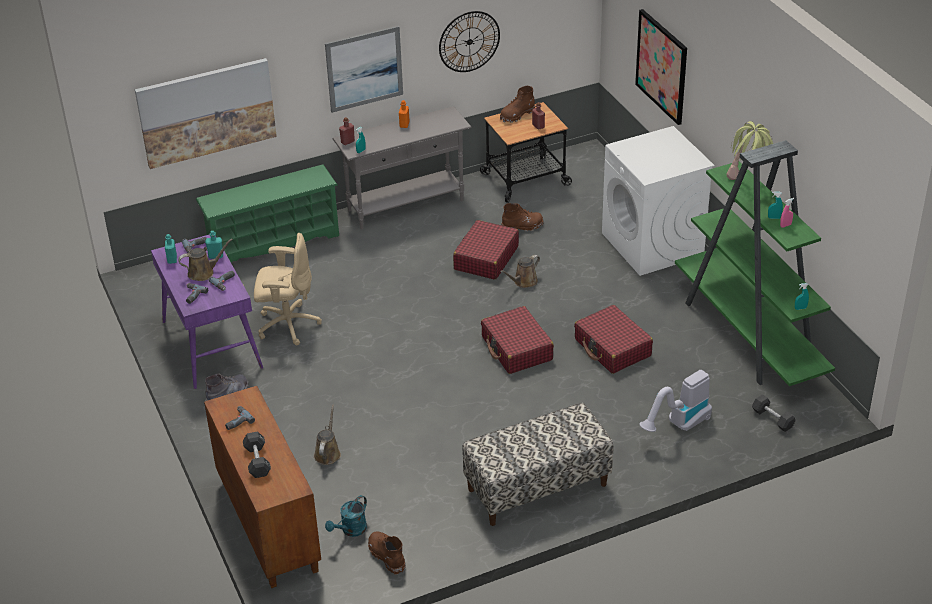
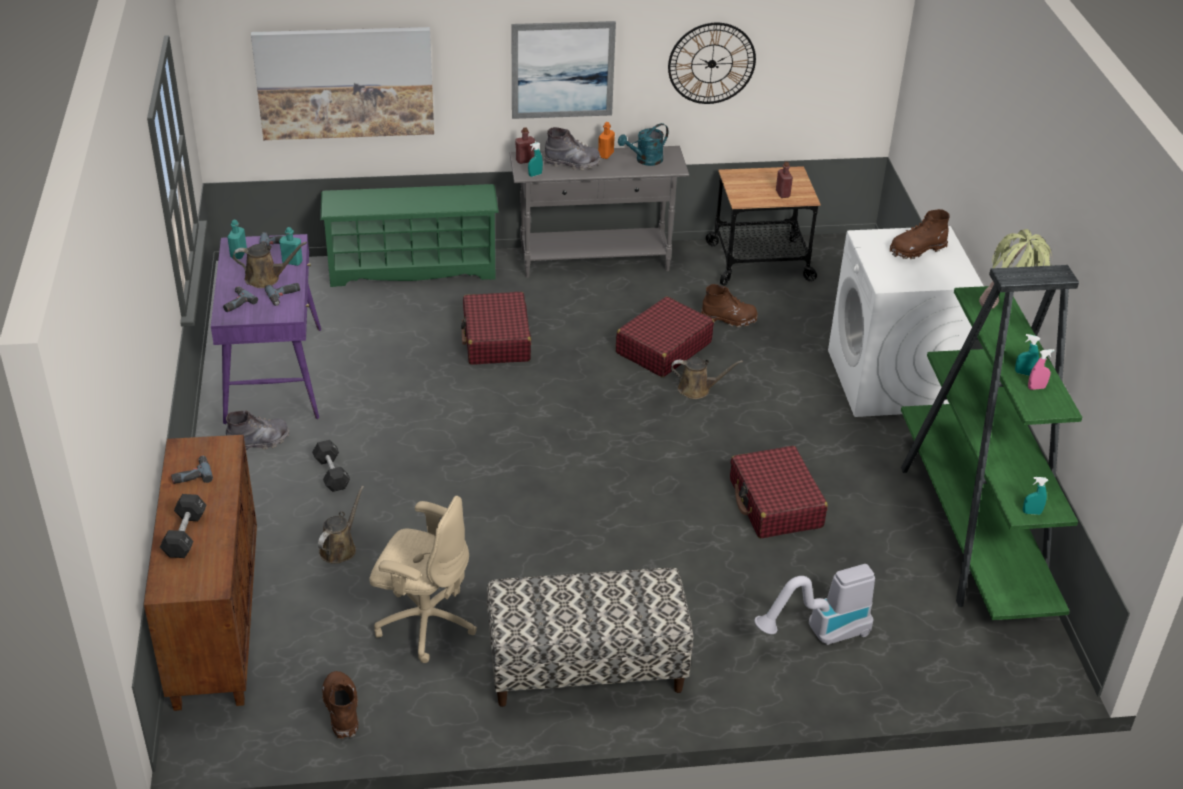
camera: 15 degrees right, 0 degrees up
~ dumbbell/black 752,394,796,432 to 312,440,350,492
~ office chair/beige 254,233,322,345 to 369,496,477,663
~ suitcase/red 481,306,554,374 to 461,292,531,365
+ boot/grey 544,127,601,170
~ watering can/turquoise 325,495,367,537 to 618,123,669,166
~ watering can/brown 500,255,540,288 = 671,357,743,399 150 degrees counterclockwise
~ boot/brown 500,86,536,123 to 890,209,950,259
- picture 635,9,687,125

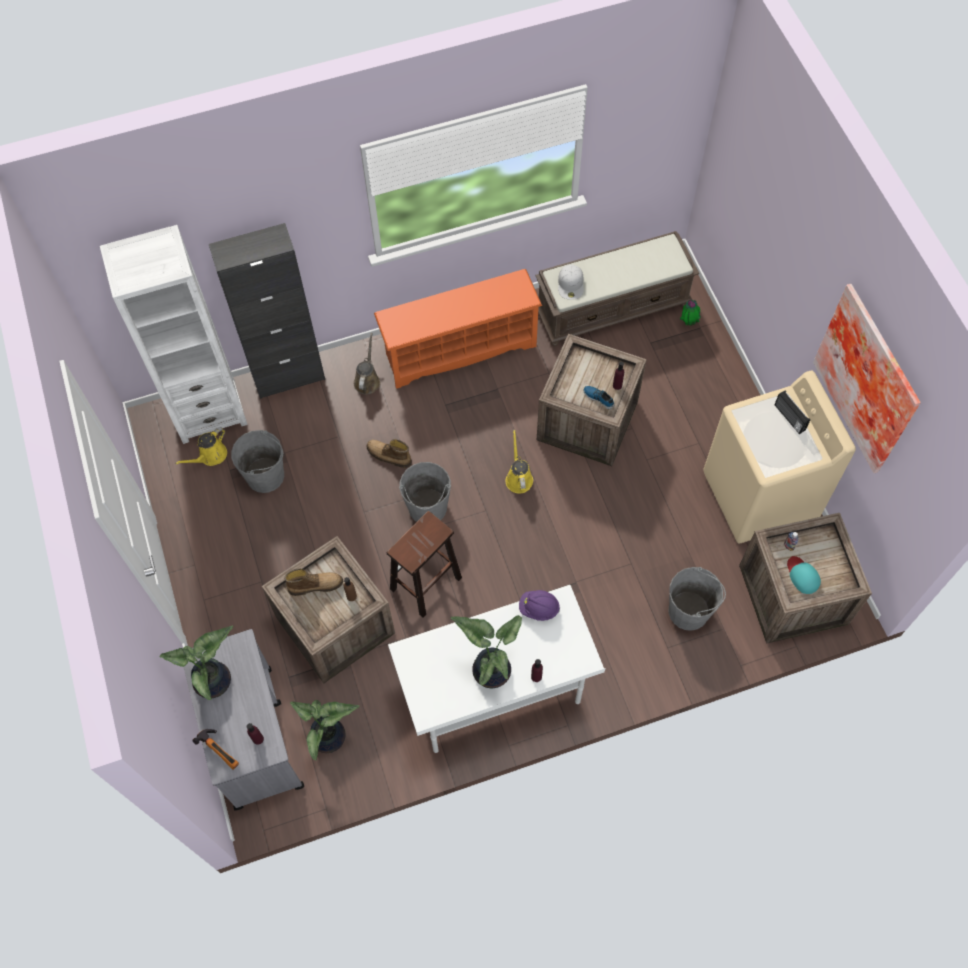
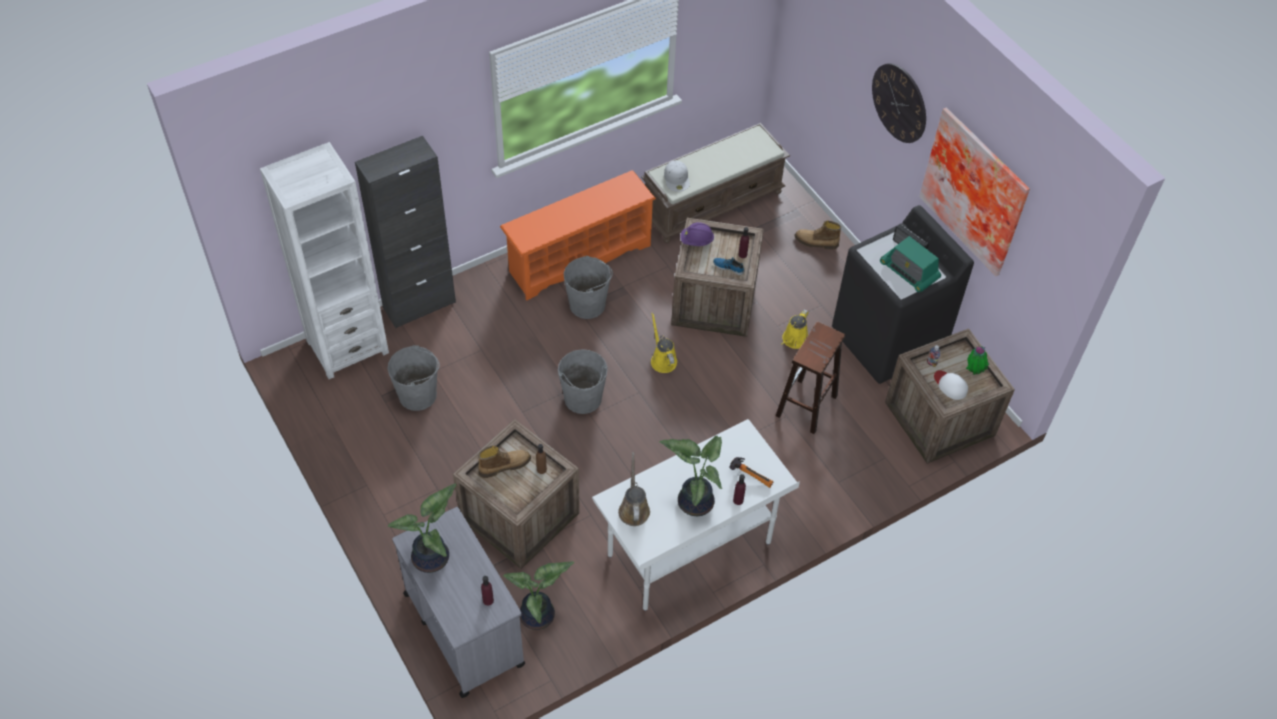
camera: 15 degrees left, 10 degrees down
~ bucket/grey 668,567,726,631 to 564,256,613,319
~ watering can/brown 354,333,380,395 to 618,452,650,526
~ hard hat/purple 519,590,560,621 to 680,222,714,246
~ hammer 192,729,239,770 to 729,457,773,488
~ stool/brown 387,511,462,617 to 776,322,846,434
~ watering can/yellow 175,427,227,466 to 781,309,809,349
~ boot 366,439,412,468 to 795,221,841,249
~ washing machine/beige 703,371,856,544 to washing machine/black 832,205,974,384
+ wall clock 872,63,926,143
+ radio 880,236,941,292
~ cap/turquoise 787,556,821,594 to cap/white 934,370,968,400
~ potted plant 680,300,701,326 to 966,346,989,375

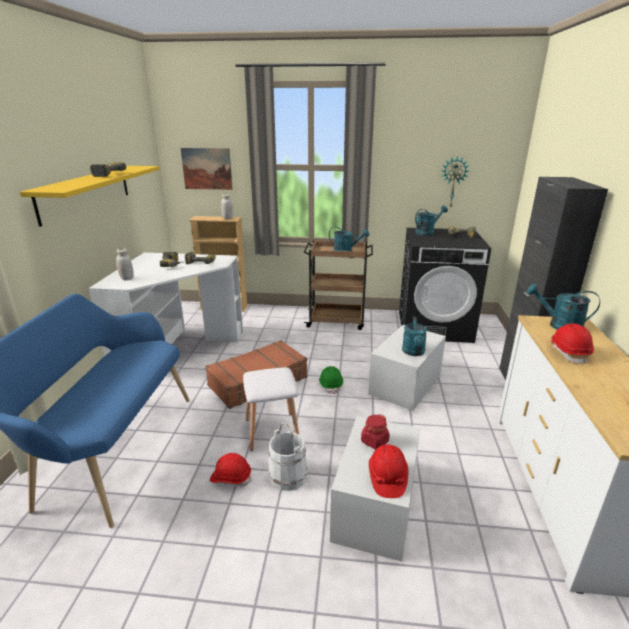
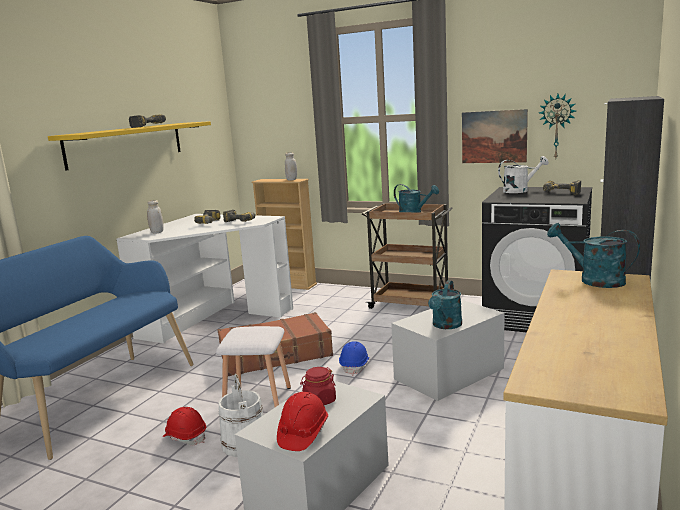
camera: 20 degrees right, 10 degrees down
~ hard hat/green 319,366,343,395 to hard hat/blue 339,341,369,375
~ picture 181,148,233,190 to 462,109,528,163
~ watering can/turquoise 415,206,448,236 to watering can/white 498,156,549,193
- hard hat/red 548,323,594,365

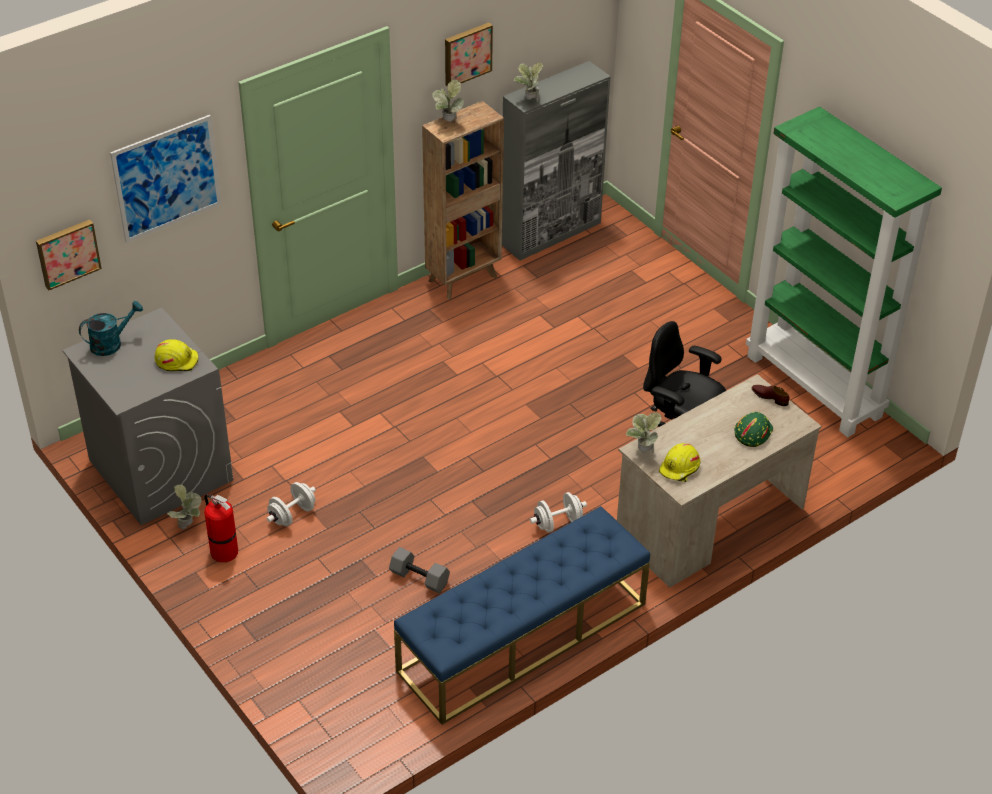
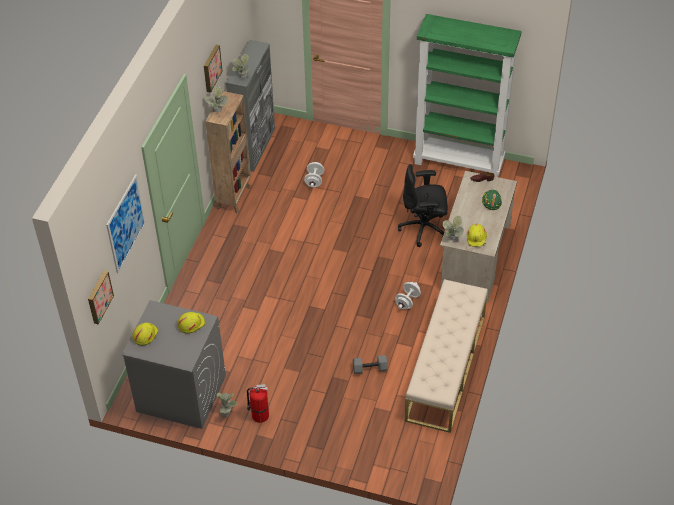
camera: 35 degrees left, 5 degrees up
~ watering can/turquoise 79,301,143,356 to hard hat/yellow 132,322,158,346
~ dumbbell/white 267,482,316,526 to 304,162,324,188
~ bench/blue 394,506,650,725 to bench/beige 405,279,488,433

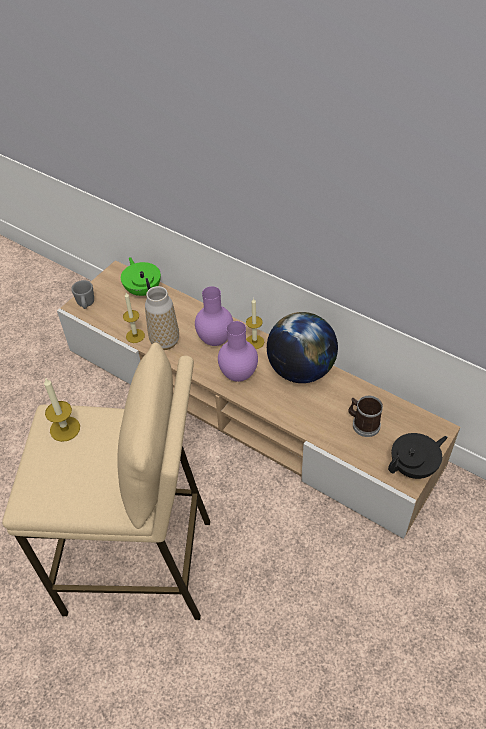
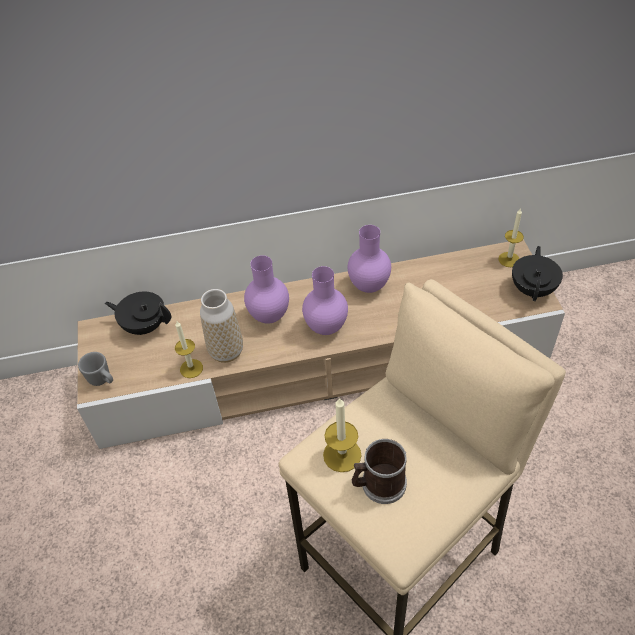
camera: 45 degrees left, 0 degrees up
~ teapot/green 121,257,161,296 to teapot/black 105,291,171,335
~ globe 267,312,338,383 to vase/purple 348,225,391,293
~ mug 348,396,383,437 to 352,439,407,504
~ candle 246,298,264,349 to 499,209,524,267

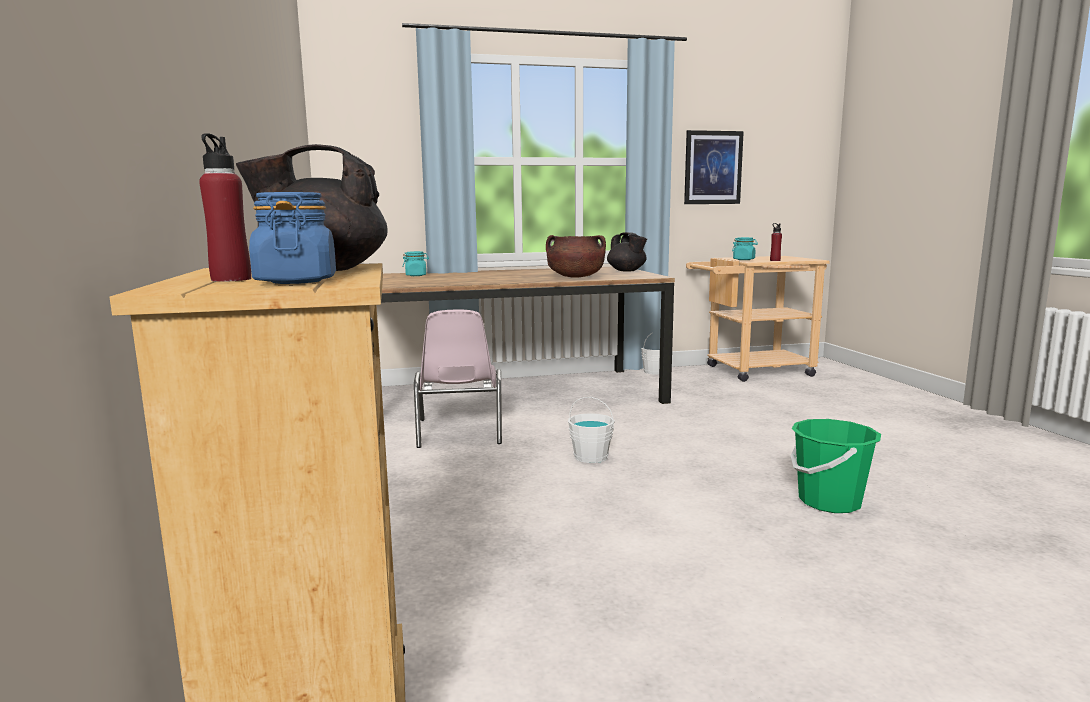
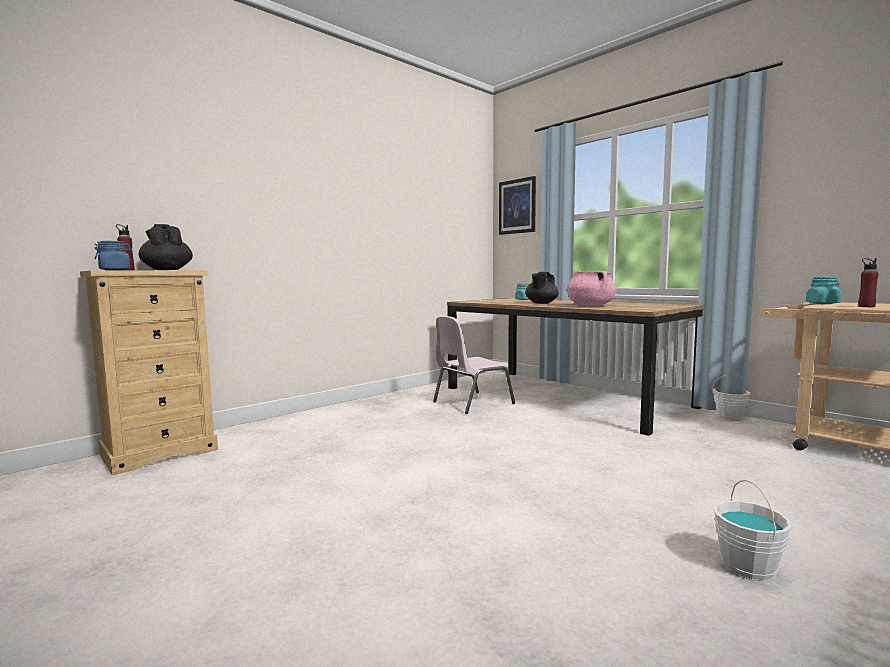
camera: 60 degrees right, 5 degrees down
~ picture 684,130,744,204 to 499,176,536,235
~ teapot/black 607,232,647,271 to 525,272,559,304
~ cooking pot/brown 546,235,606,278 to cooking pot/pink 567,271,616,306
~ bucket/white 568,397,615,463 to 714,480,792,581
- bucket/green 791,419,881,513

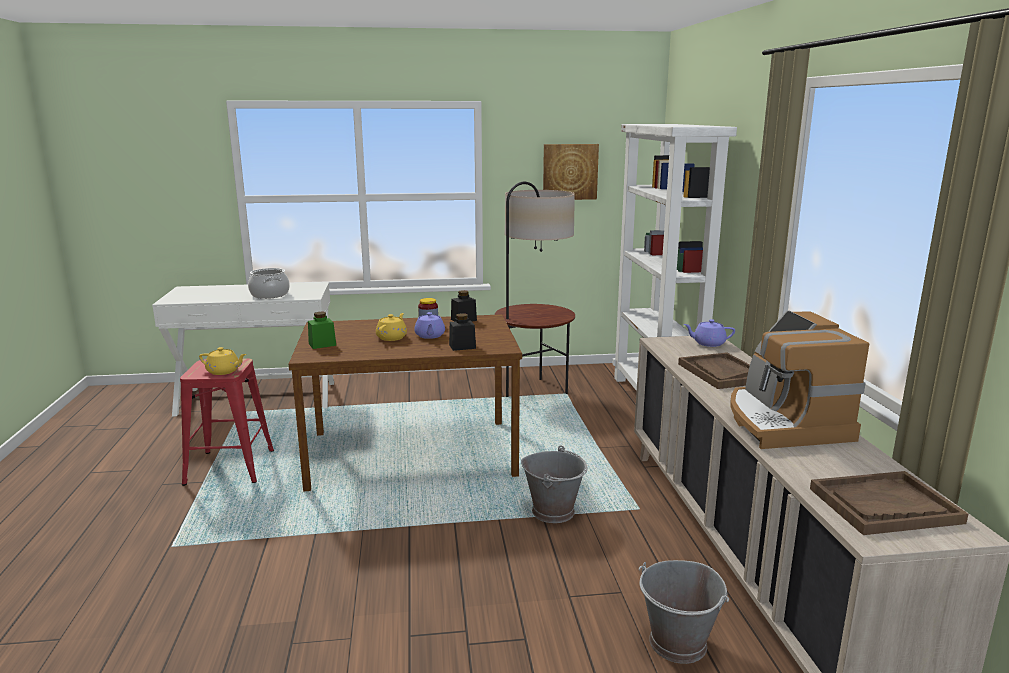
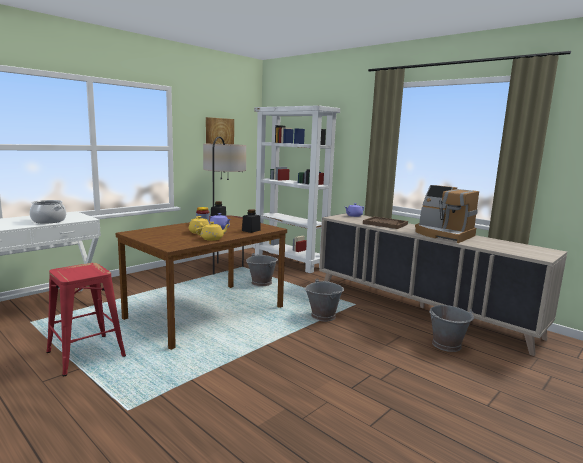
camera: 40 degrees left, 5 degrees down
~ teapot/yellow 199,347,247,375 to 195,222,230,241
+ bucket/grey 246,253,278,286
- jar/green 308,312,336,349
- tray/brown 810,471,968,535

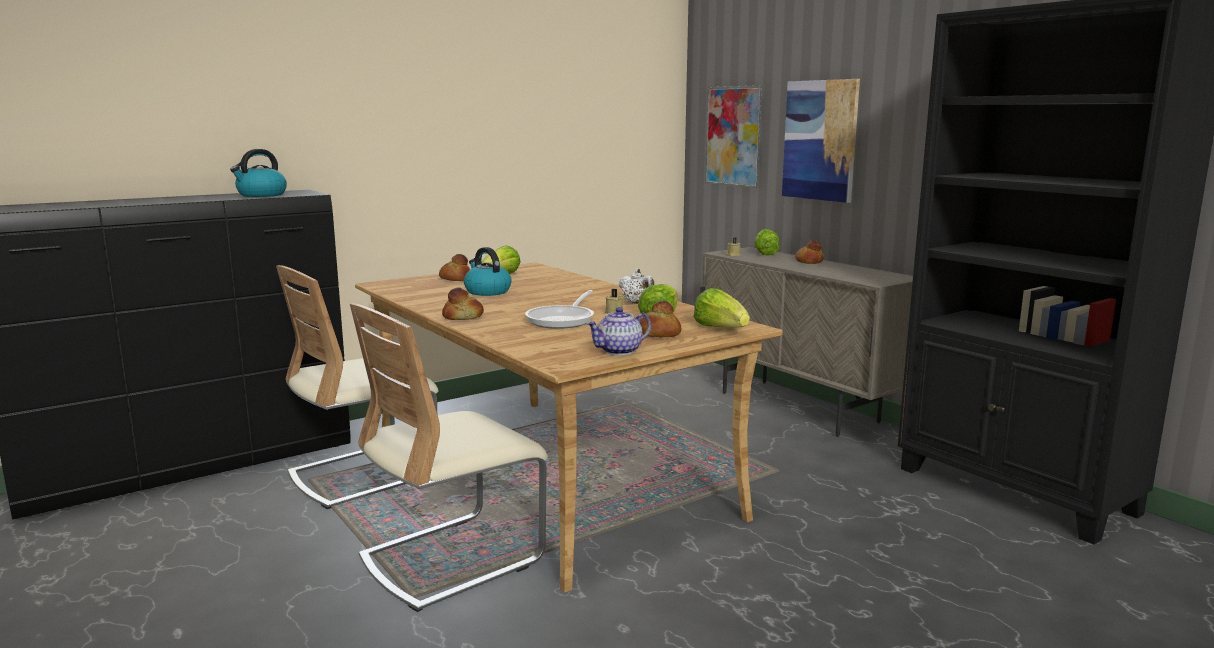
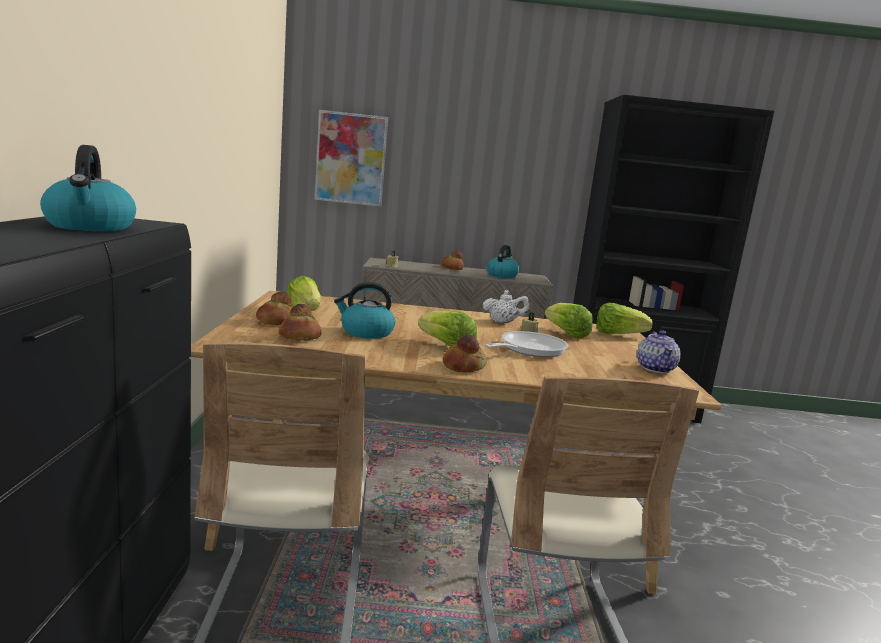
camera: 55 degrees left, 0 degrees up
~ bread 639,301,681,337 to 278,304,321,341
~ lettuce 754,229,779,256 to 418,311,477,346
~ frying pan 525,290,594,329 = 484,331,569,357 105 degrees counterclockwise
+ kettle 487,245,519,278
- picture 782,79,860,203

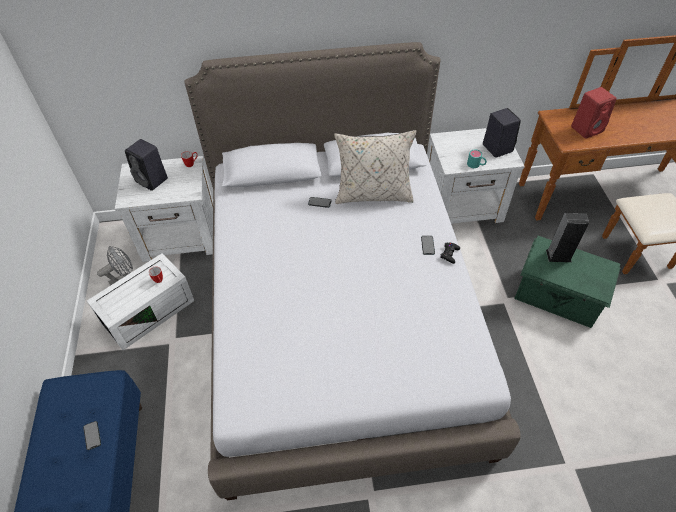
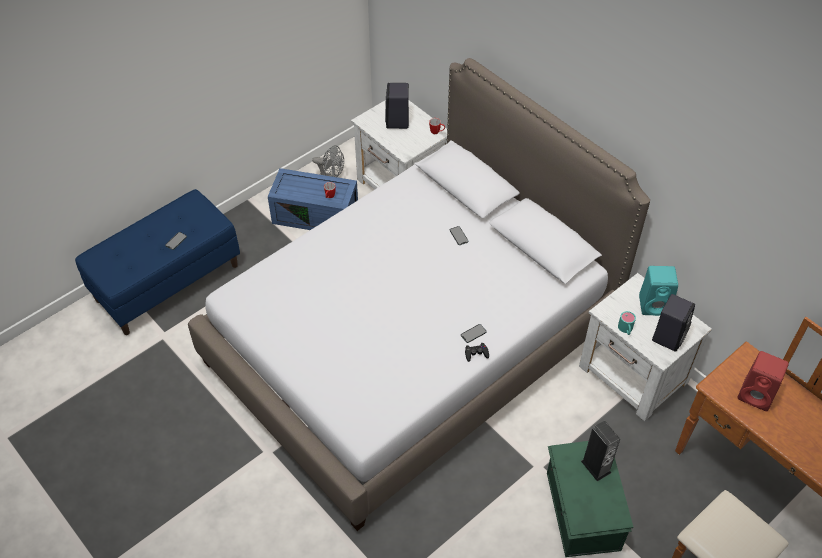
camera: 55 degrees right, 0 degrees up
~ storage box/white 87,253,194,350 to storage box/blue 268,168,358,230
+ speaker/turquoise 639,266,678,316
- pillow/beige 334,130,416,204

